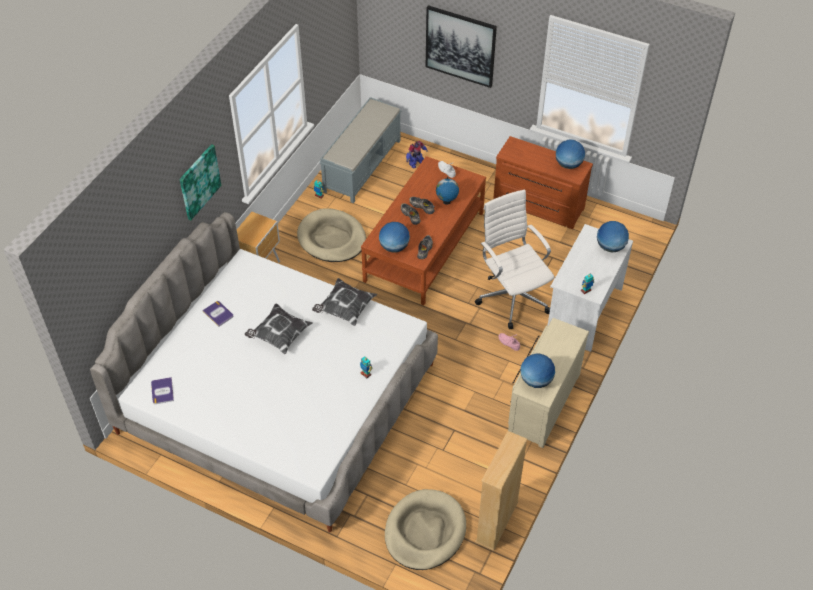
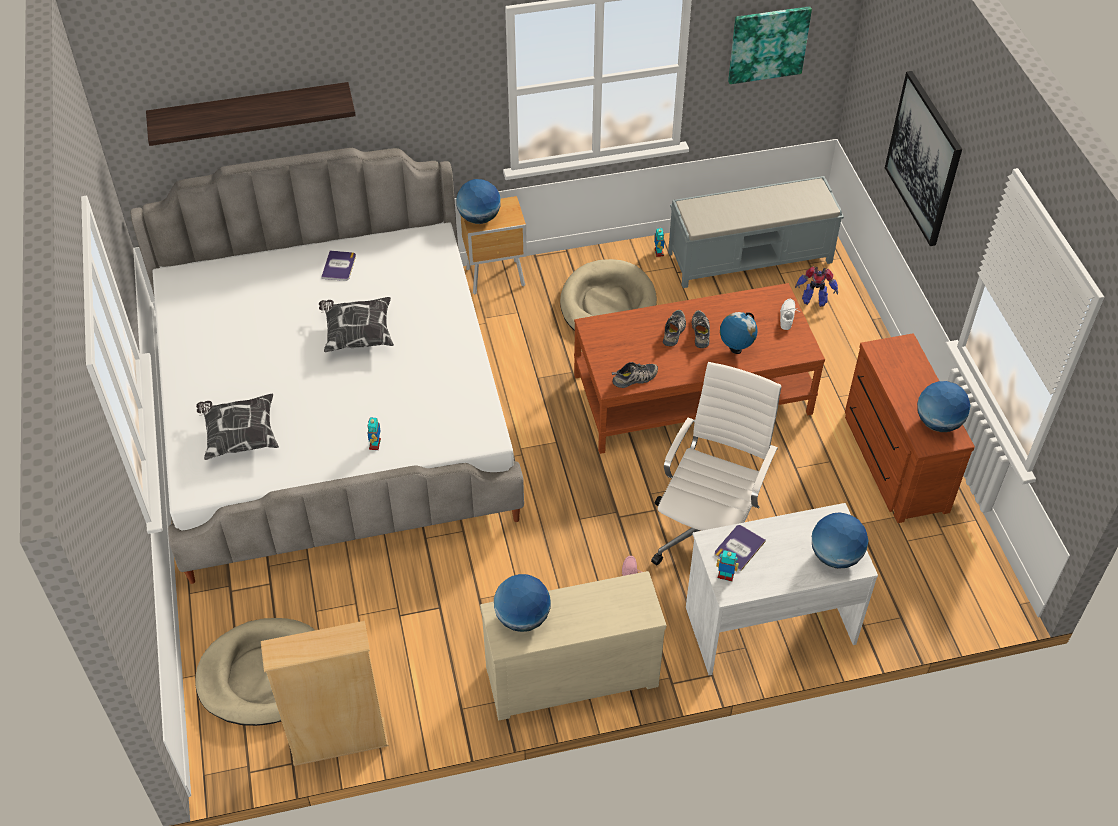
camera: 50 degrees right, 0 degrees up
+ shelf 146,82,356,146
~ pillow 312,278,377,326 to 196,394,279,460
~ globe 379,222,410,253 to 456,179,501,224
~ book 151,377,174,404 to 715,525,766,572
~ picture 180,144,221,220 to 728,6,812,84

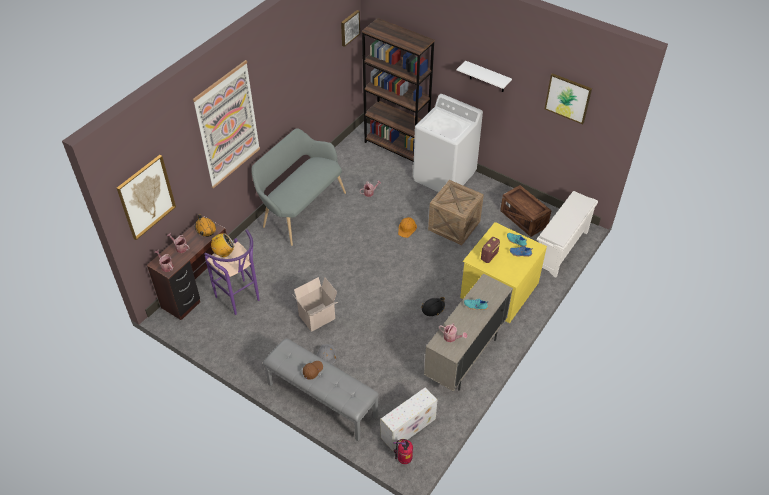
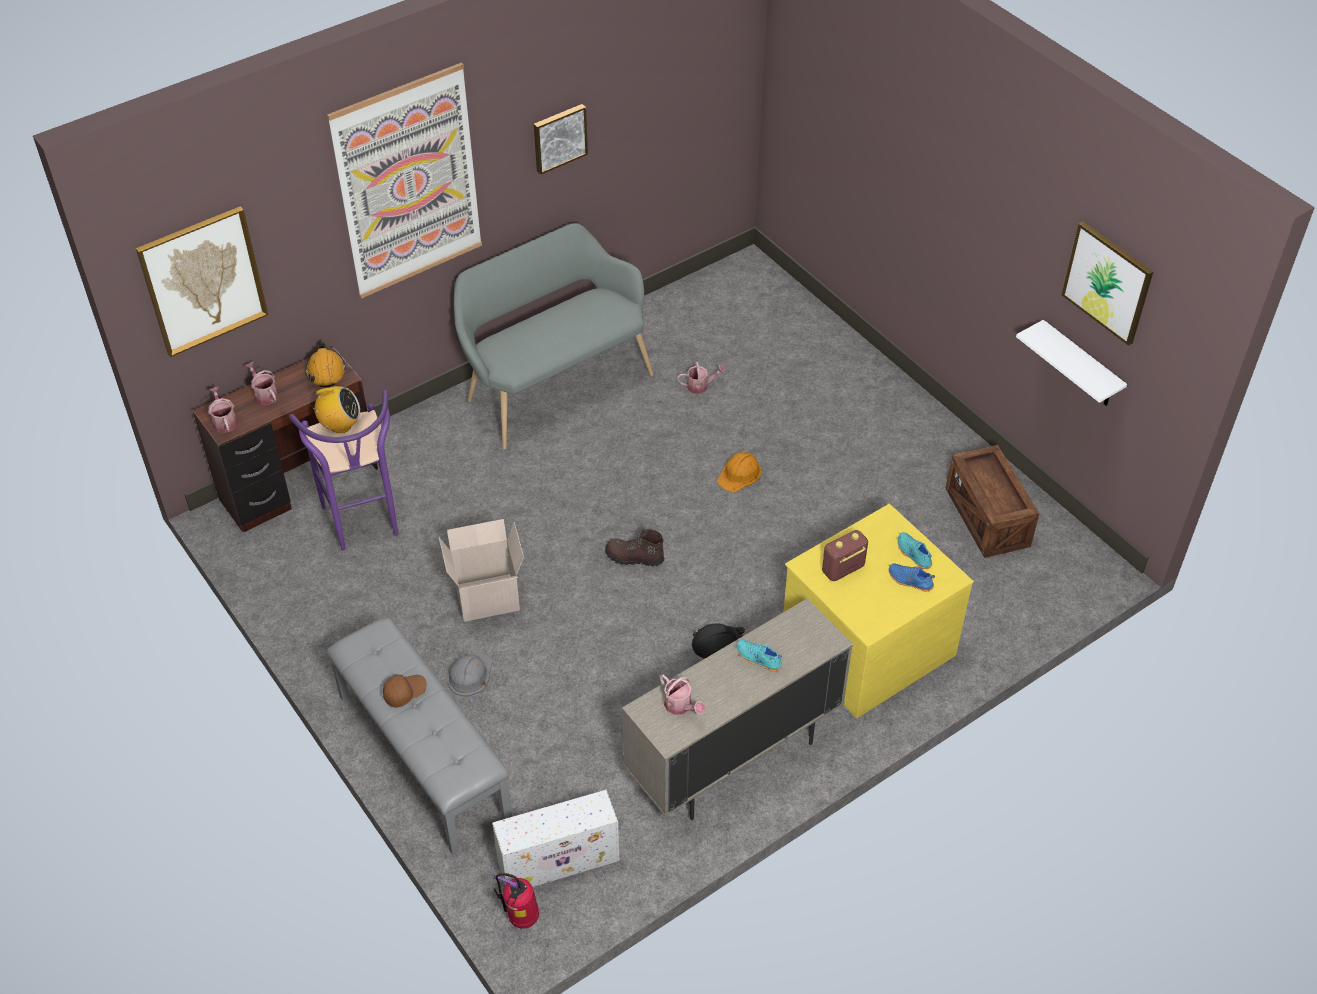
camera: 20 degrees right, 0 degrees up
~ picture 341,10,360,47 to 534,104,588,175
+ boot/brown 605,529,664,566
~ shelf/white 457,61,512,92 to 1016,320,1127,406
- bookcase/brown 362,18,435,165
- washing machine/white 413,94,483,192
- crate 428,180,484,245
- shoe rack/white 537,191,598,278

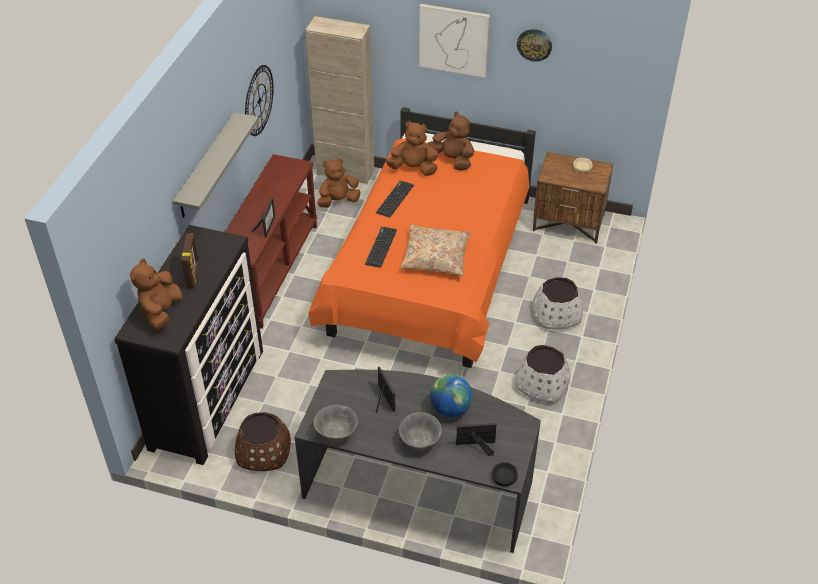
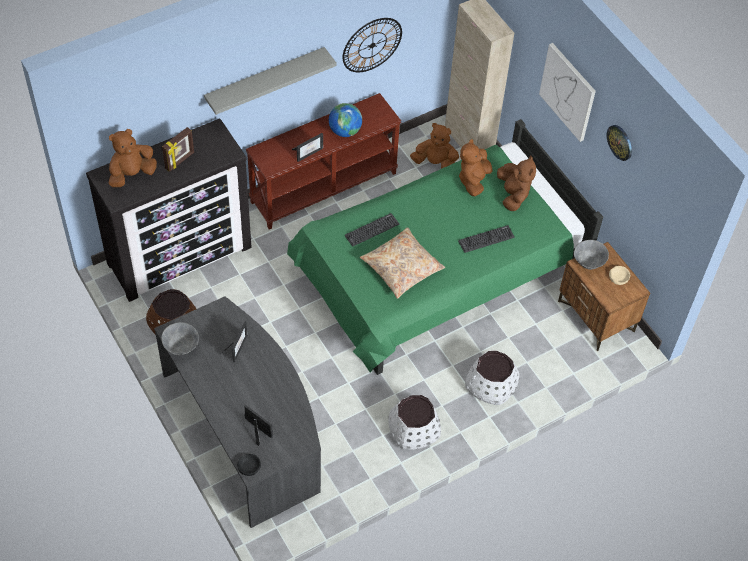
camera: 40 degrees right, 10 degrees up
~ bed/orange 308,107,536,368 to bed/green 287,119,603,375
~ globe 430,374,473,417 to 329,103,362,137
~ keyboard 376,181,414,218 to 458,225,515,253
~ plush toy/brown 386,121,438,176 = 459,139,493,196 120 degrees counterclockwise
~ bowl/grey 399,412,442,449 to 574,240,609,270

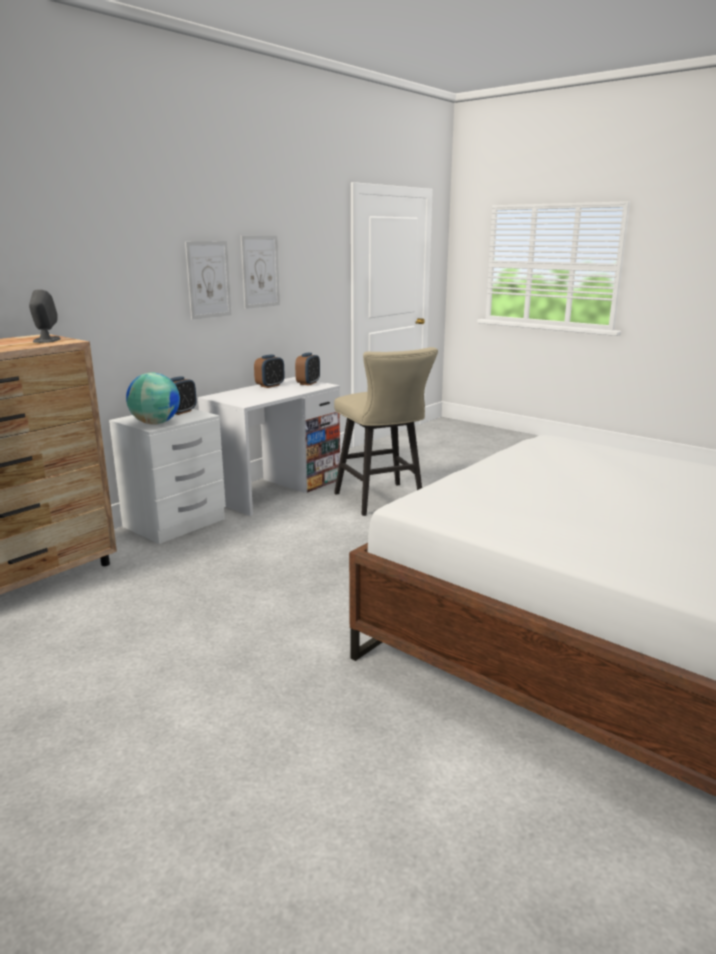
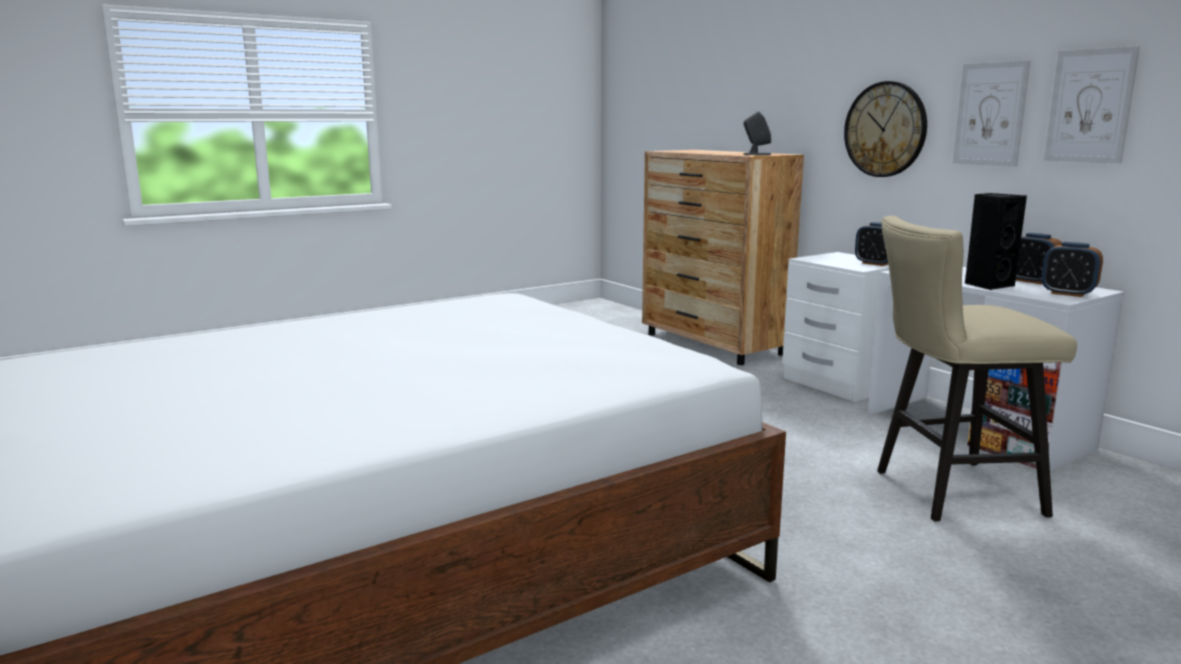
camera: 105 degrees right, 5 degrees down
+ wall clock 844,81,927,177
+ speaker/black 965,193,1027,290
- globe 126,373,180,425

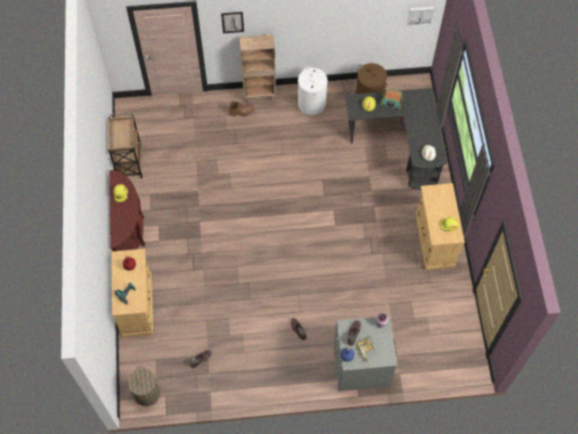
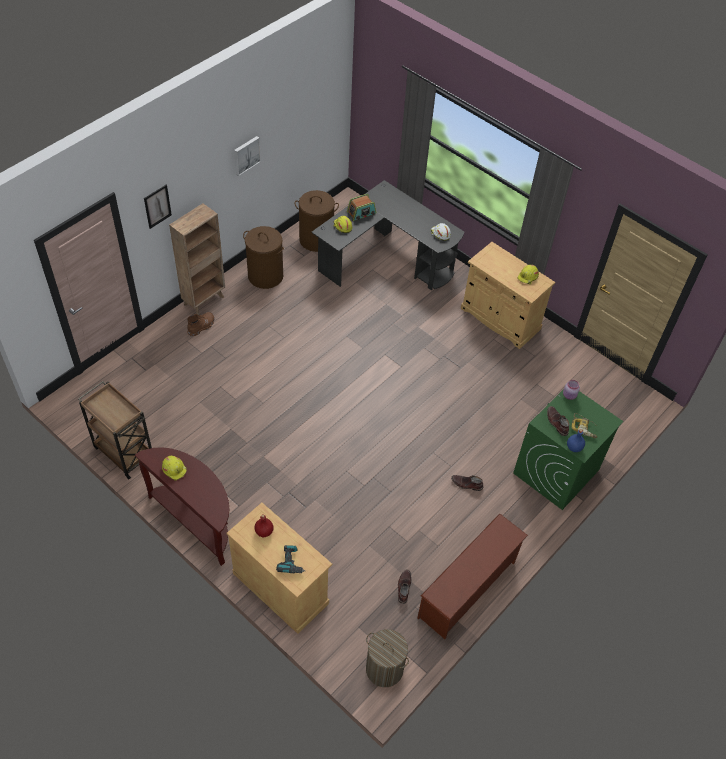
camera: 45 degrees left, 10 degrees down
~ picture 407,7,434,26 to 234,136,261,176
~ laundry basket/white 298,66,328,115 to laundry basket/brown 243,226,284,289
+ shoe rack/brown 417,513,528,639
~ washing machine/grey 333,316,397,391 to washing machine/green 513,389,623,510

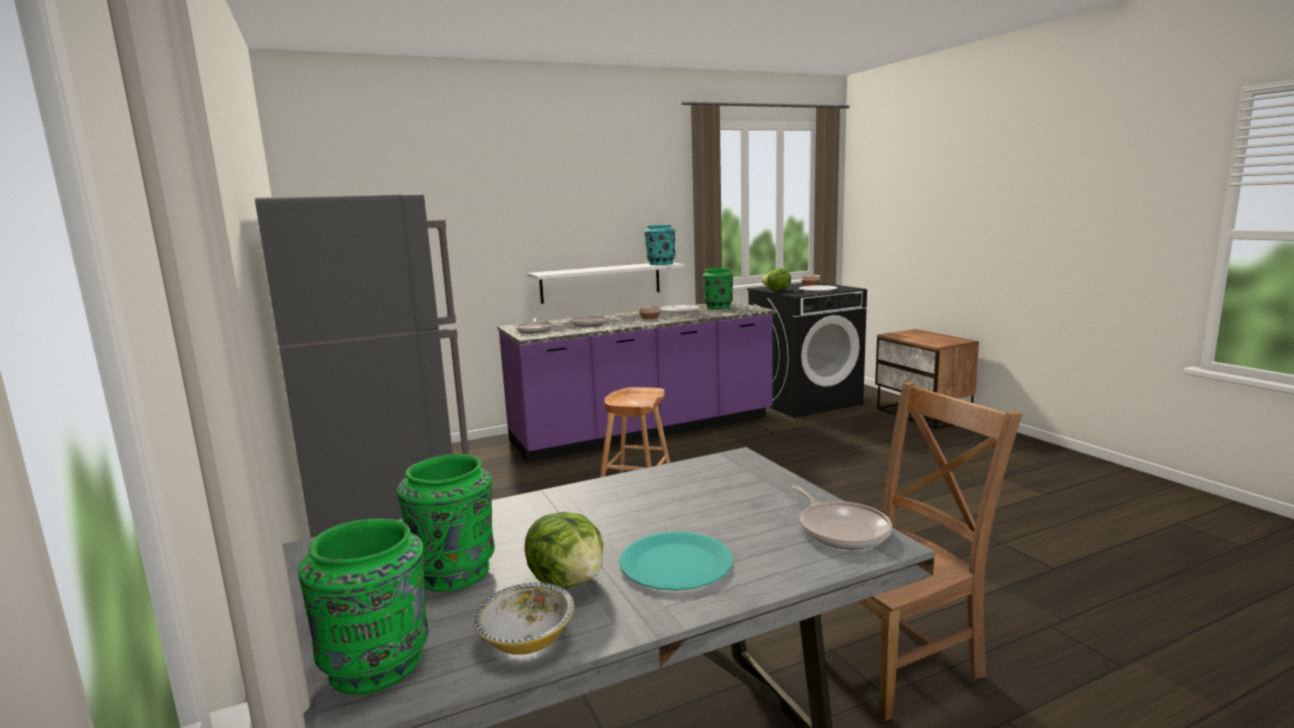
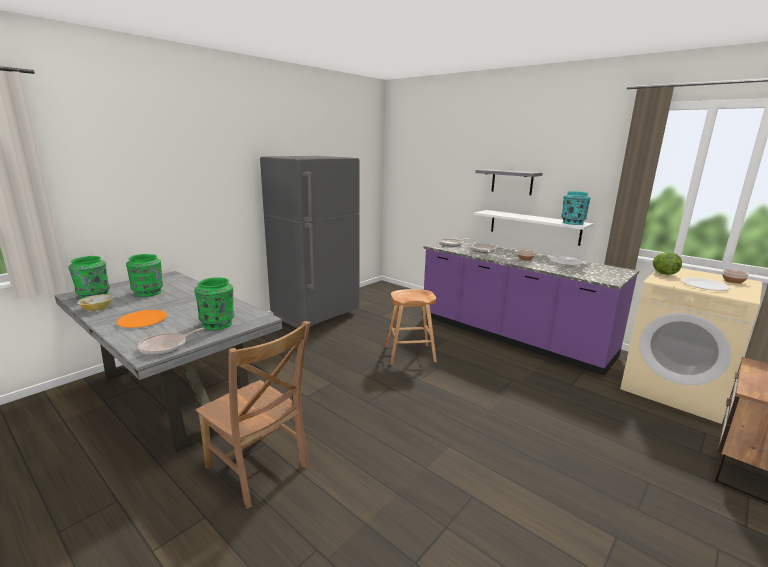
camera: 65 degrees right, 5 degrees up
~ plate/turquoise 619,532,732,591 to plate/orange 117,310,167,328
~ vase/green 702,268,733,309 to 194,277,234,330
+ shelf/grey 475,169,543,195
~ washing machine/black 747,282,867,418 to washing machine/beige 620,268,762,424
- lettuce 524,512,603,589

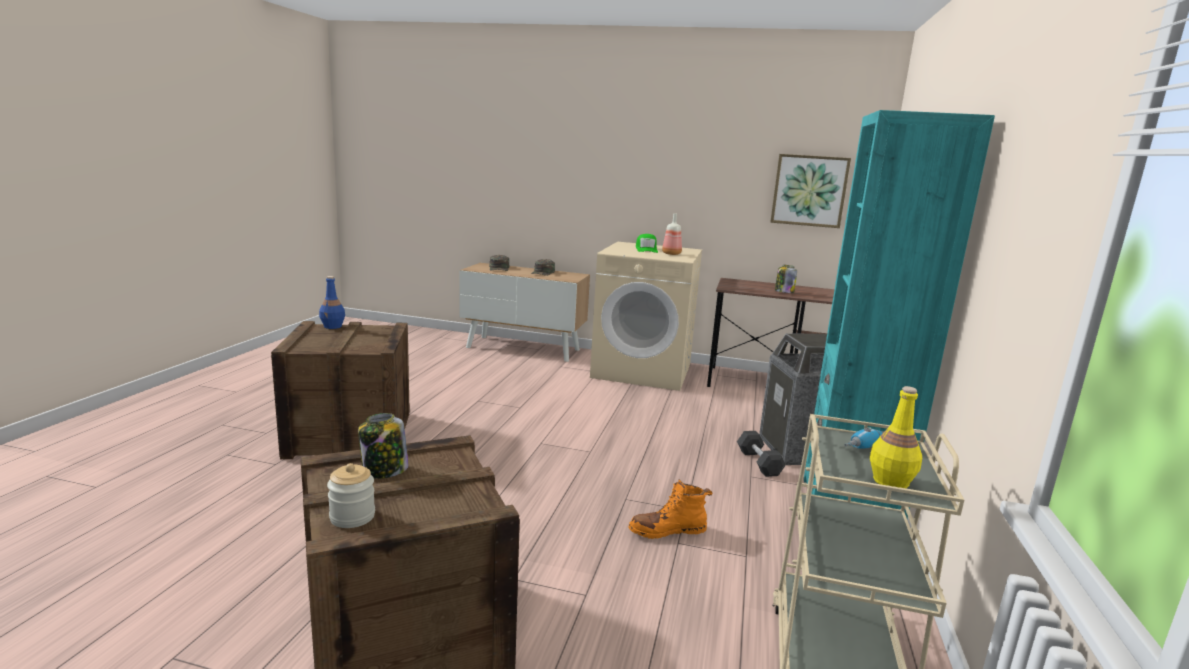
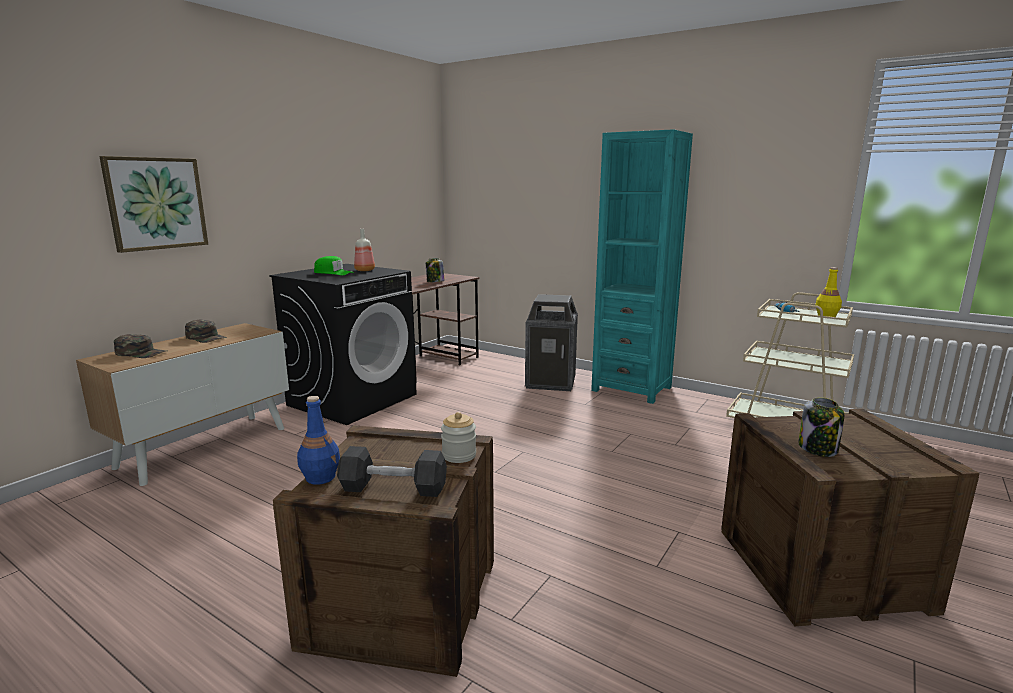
camera: 70 degrees left, 0 degrees up
~ picture 770,154,851,228 to 99,156,208,253
~ washing machine/beige 590,242,702,391 to washing machine/black 269,264,417,425
~ dumbbell/black 737,431,786,477 to 337,446,447,497
~ jar 327,463,375,528 to 441,412,476,463
- boot/orange 629,479,712,539

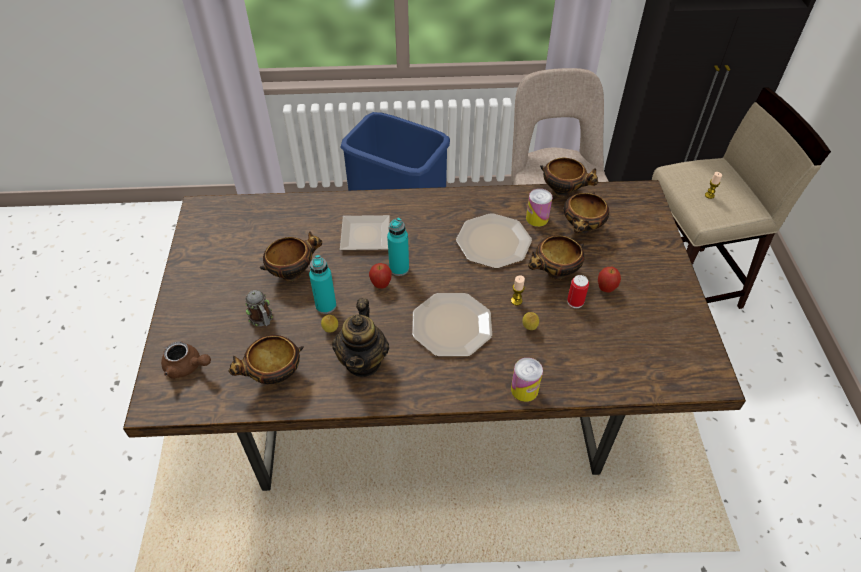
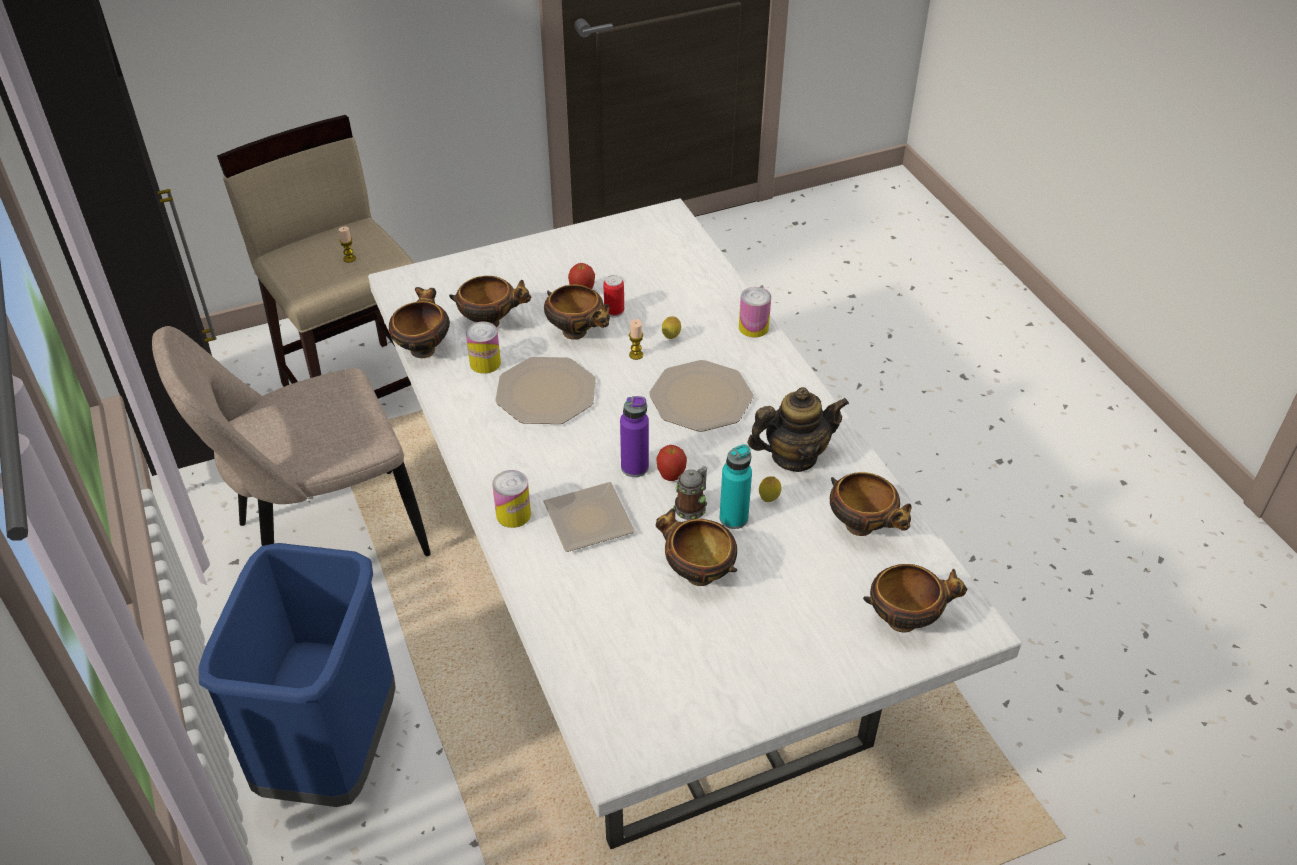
camera: 110 degrees left, 5 degrees down
~ dining table/brown 123,180,746,491 to dining table/white 368,198,1022,849
+ can 492,470,531,528
~ bottle/turquoise 387,218,409,276 to bottle/purple 620,396,649,477
~ mug 245,290,273,326 to 673,466,707,520
~ teapot/brown 161,341,211,379 to bowl 863,564,967,632

